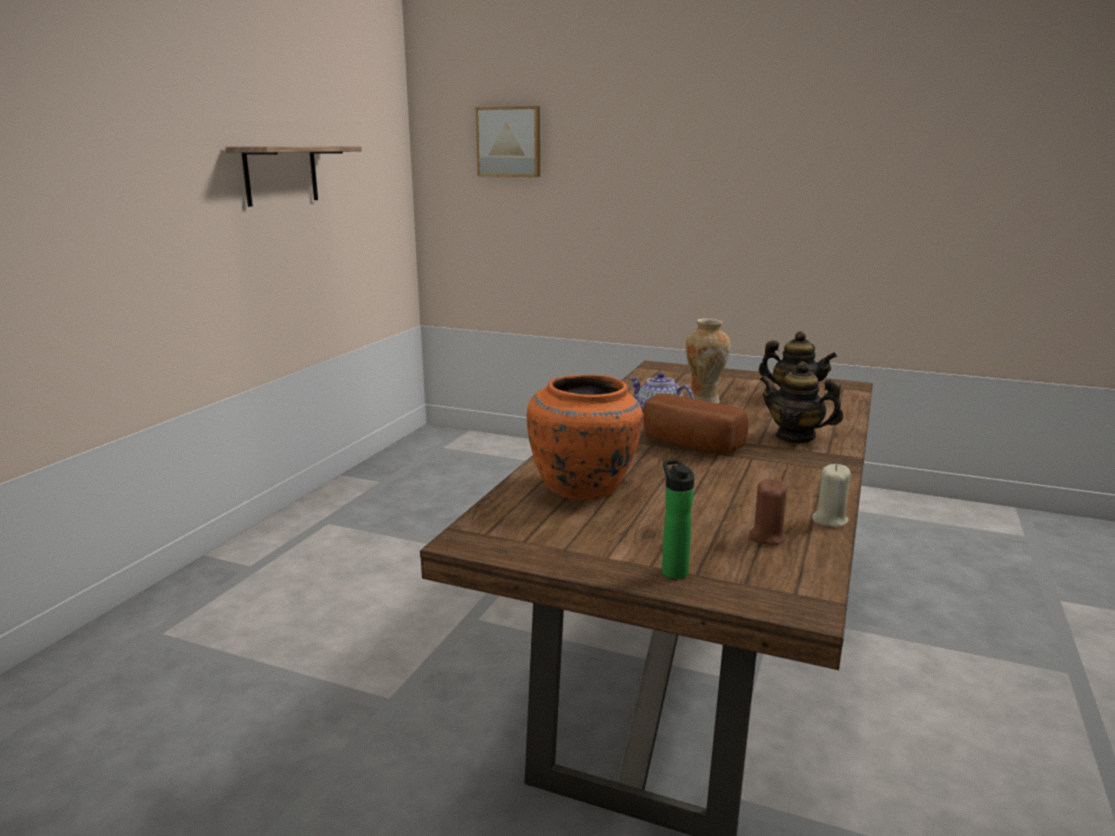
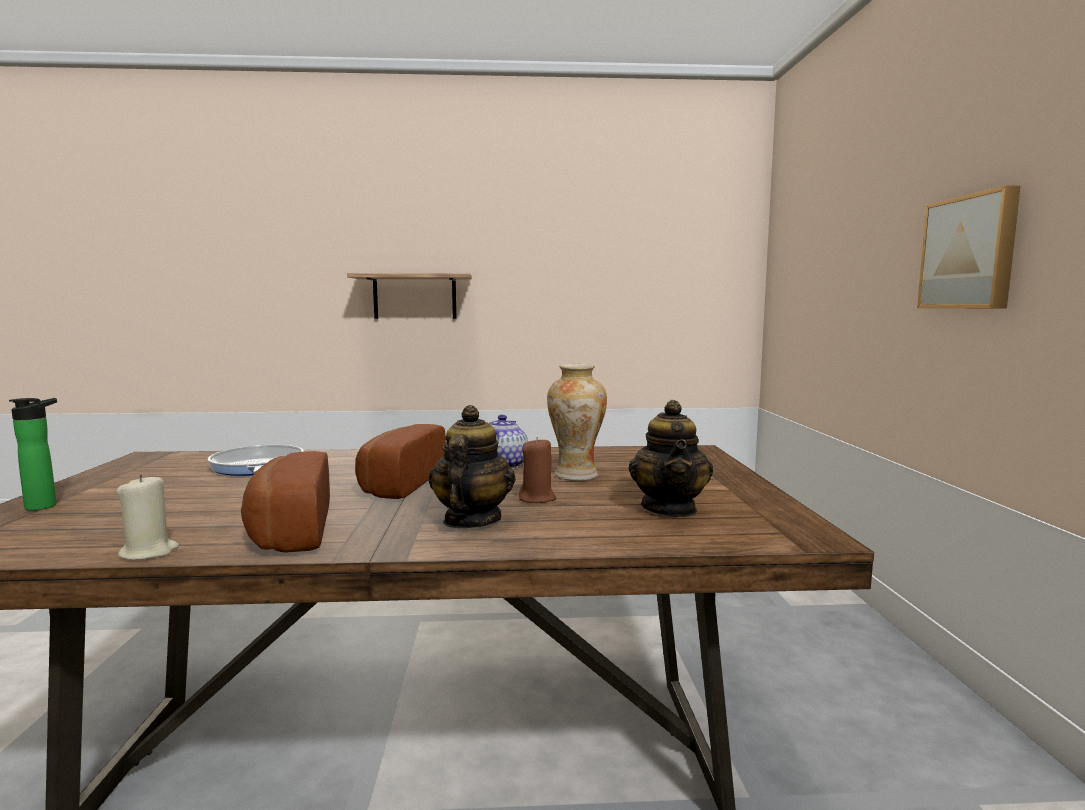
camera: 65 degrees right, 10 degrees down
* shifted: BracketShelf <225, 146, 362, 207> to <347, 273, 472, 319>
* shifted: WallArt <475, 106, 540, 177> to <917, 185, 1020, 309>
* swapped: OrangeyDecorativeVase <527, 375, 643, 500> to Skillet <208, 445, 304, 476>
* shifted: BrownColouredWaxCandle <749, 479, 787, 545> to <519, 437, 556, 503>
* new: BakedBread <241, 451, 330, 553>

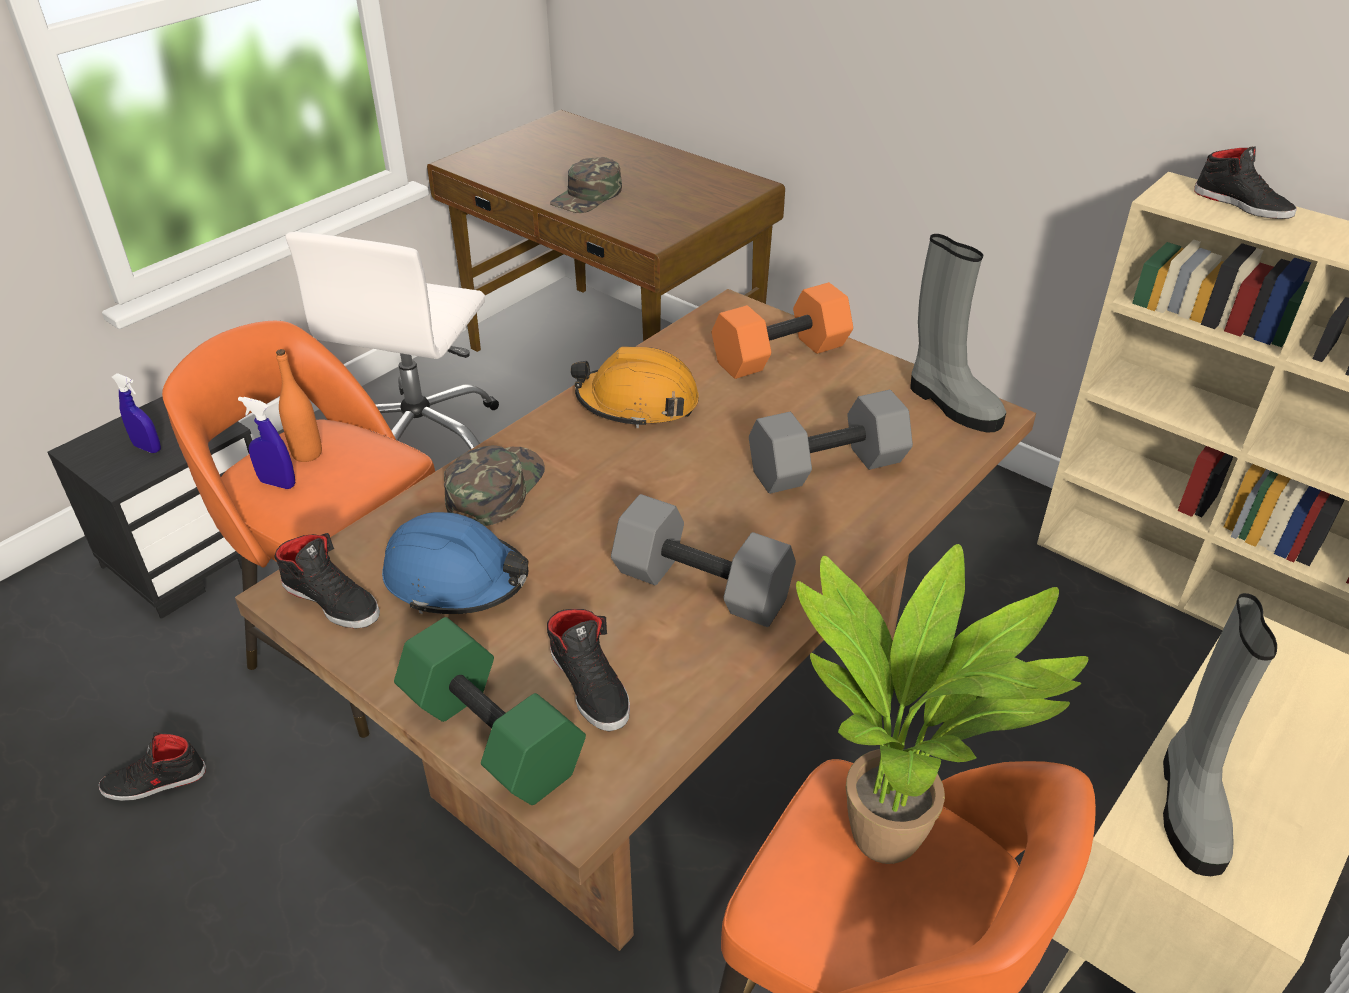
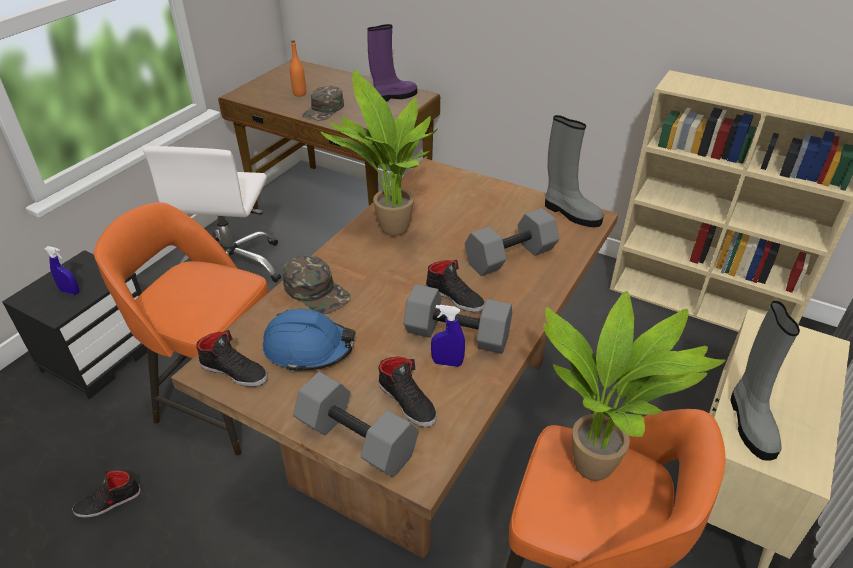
camera: 10 degrees left, 0 degrees up
* shifted: BluishSprayer <238, 397, 295, 489> to <431, 305, 465, 367>
* shifted: OrangeyDrinkBottle <276, 349, 322, 462> to <290, 40, 306, 96>
* repainted: GreenColouredHandWeight <394, 617, 586, 805> to GreyHandWeight <293, 372, 419, 477>
* rotated: GreenColouredCap <444, 445, 545, 526> = <283, 255, 351, 314> 120 degrees clockwise
* swapped: OrangeyHardHat <571, 346, 699, 428> to PottedPlant <320, 70, 438, 236>
* gone: OrangeyHandWeight <712, 282, 853, 379>
* shifted: BlackishItemOfFootwear <1194, 146, 1297, 219> to <426, 260, 485, 312>
* new: PurplishBoot <367, 24, 417, 102>

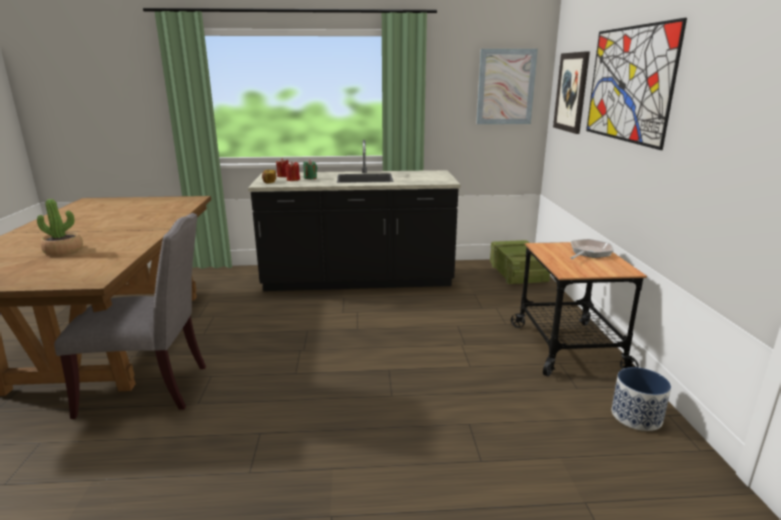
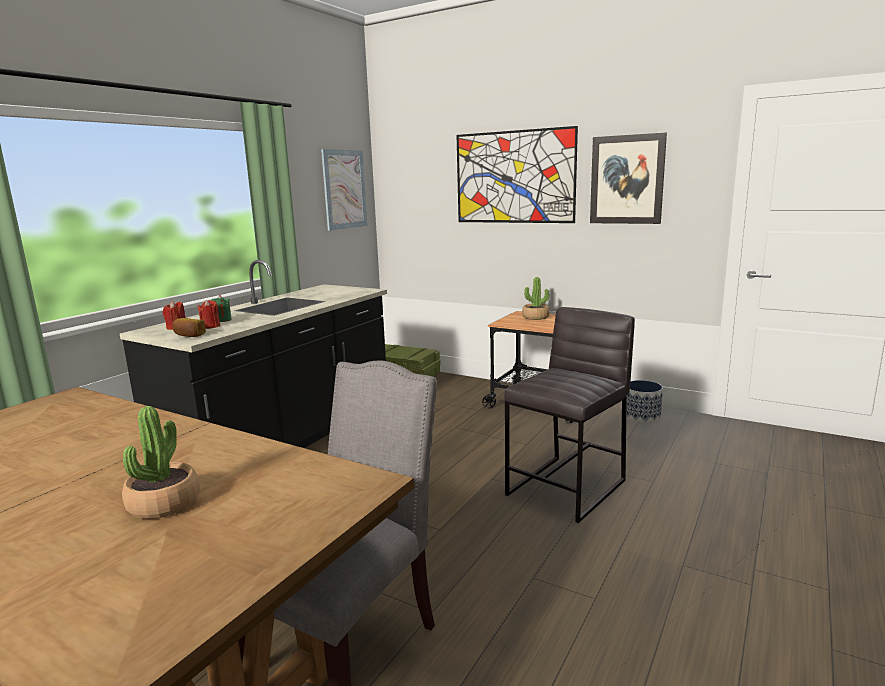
camera: 55 degrees left, 5 degrees down
* shifted: WallArt <553, 51, 590, 134> to <590, 133, 667, 224>
* swapped: Skillet <571, 239, 614, 259> to PottedPlant <522, 277, 550, 320>
* new: GreyStool <504, 307, 635, 523>

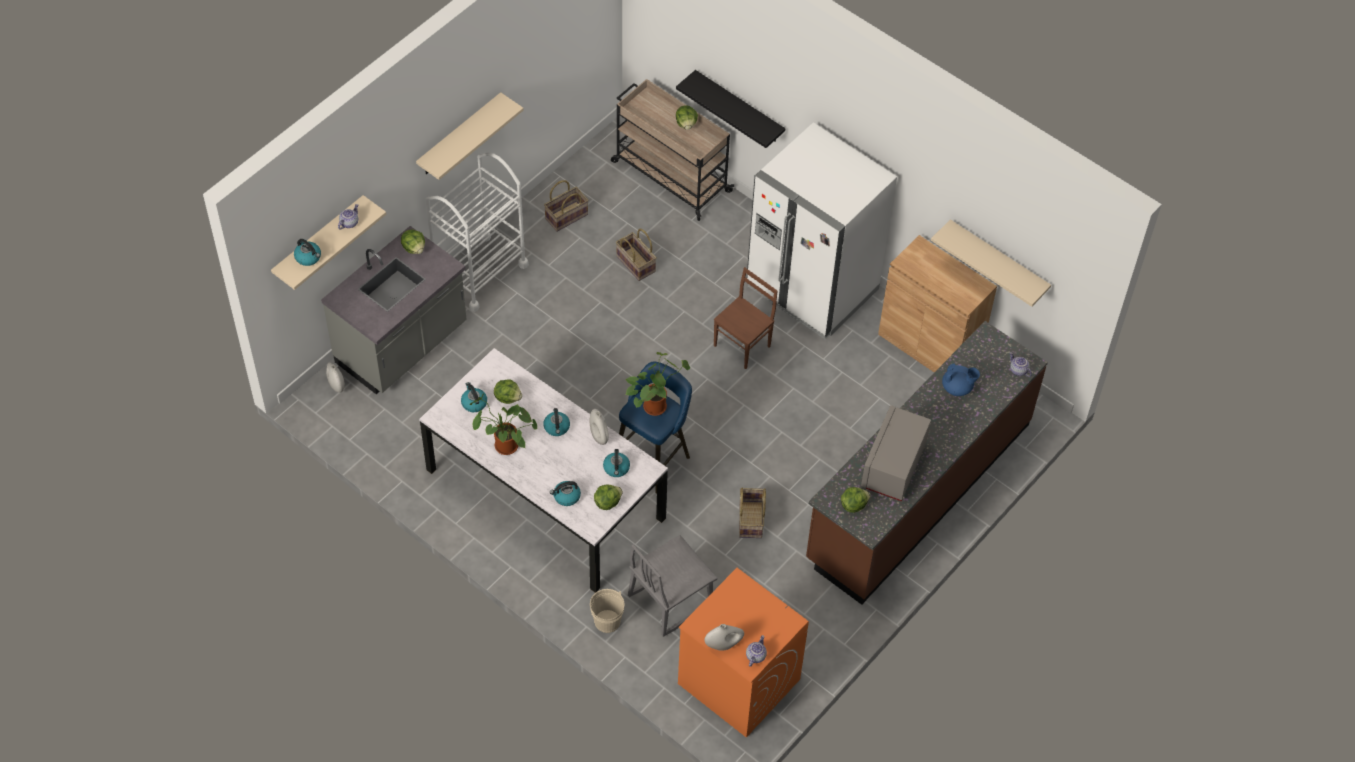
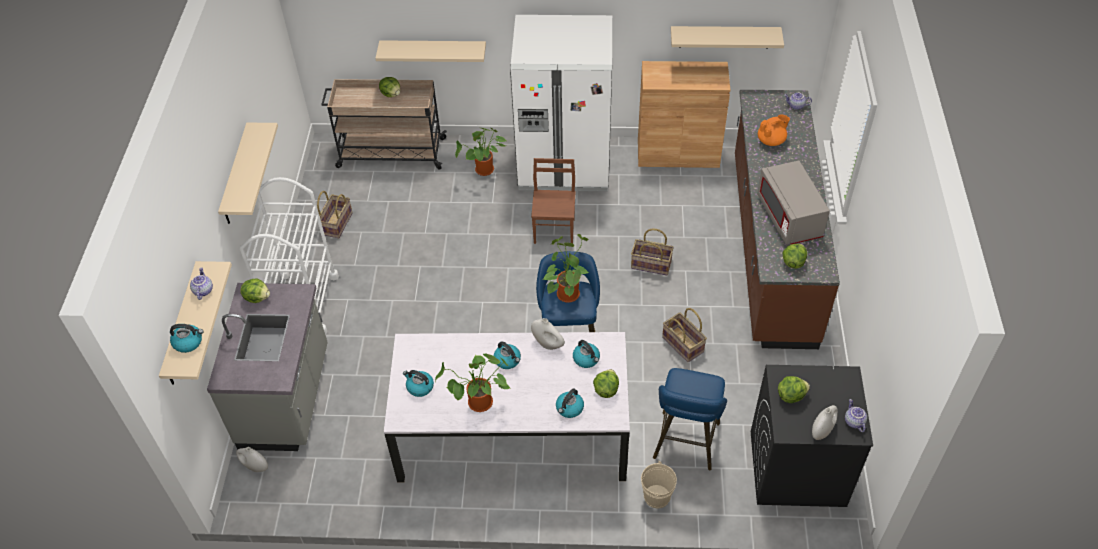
camera: 35 degrees left, 5 degrees down
* shifted: LettuceHead <494, 379, 522, 404> to <778, 376, 810, 403>
* shifted: Basket <616, 229, 657, 281> to <631, 228, 674, 276>
* swapped: GreyPlainChair <628, 535, 718, 637> to BluishStool <653, 368, 727, 470>
* repainted: BlackishBracketShelf <676, 70, 785, 148> to SandColouredBracketShelf <375, 40, 486, 62>
* repainted: OrangeyLaundryAppliance <678, 568, 809, 737> to BlackishLaundryAppliance <751, 365, 873, 507>
* repainted: BluishTeapot <942, 363, 980, 396> to OrangeyTeapot <758, 114, 790, 146>
* new: PottedPlant <455, 128, 506, 176>

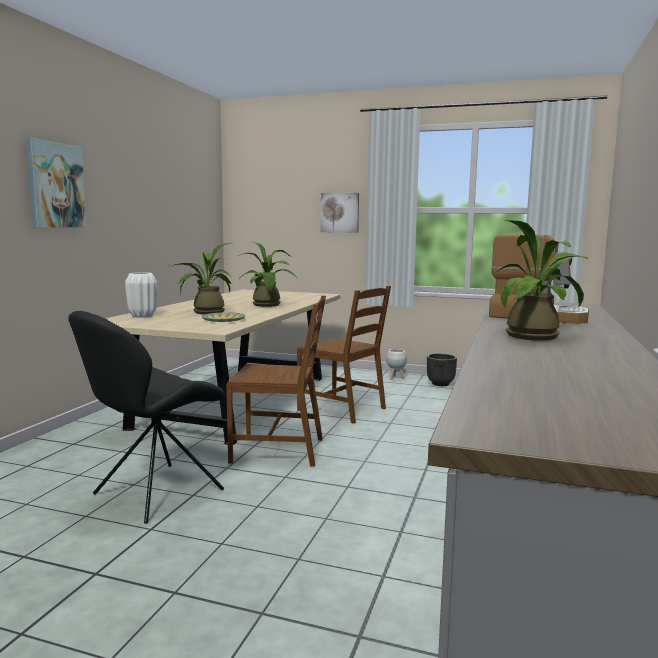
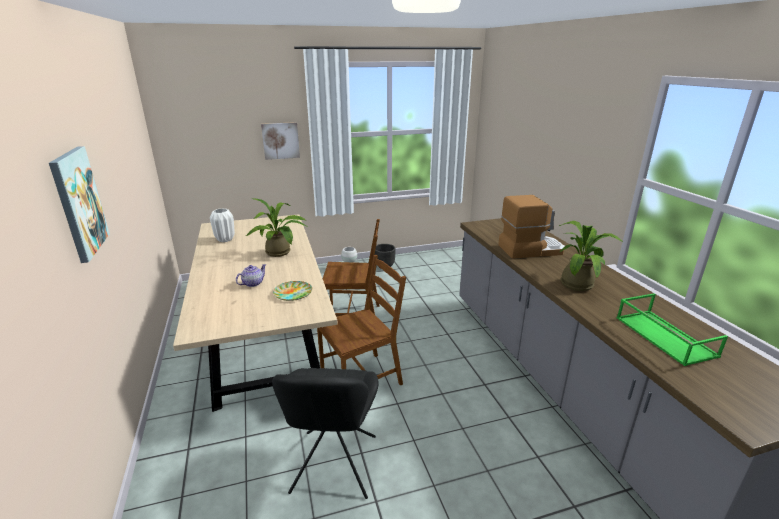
camera: 35 degrees left, 15 degrees up
* shifted: WhitishDecorativeVase <125, 272, 157, 318> to <210, 208, 235, 242>
* swapped: PottedPlant <167, 243, 232, 314> to Teapot <236, 264, 266, 287>
* new: GreenColouredCarryingTray <617, 293, 728, 366>

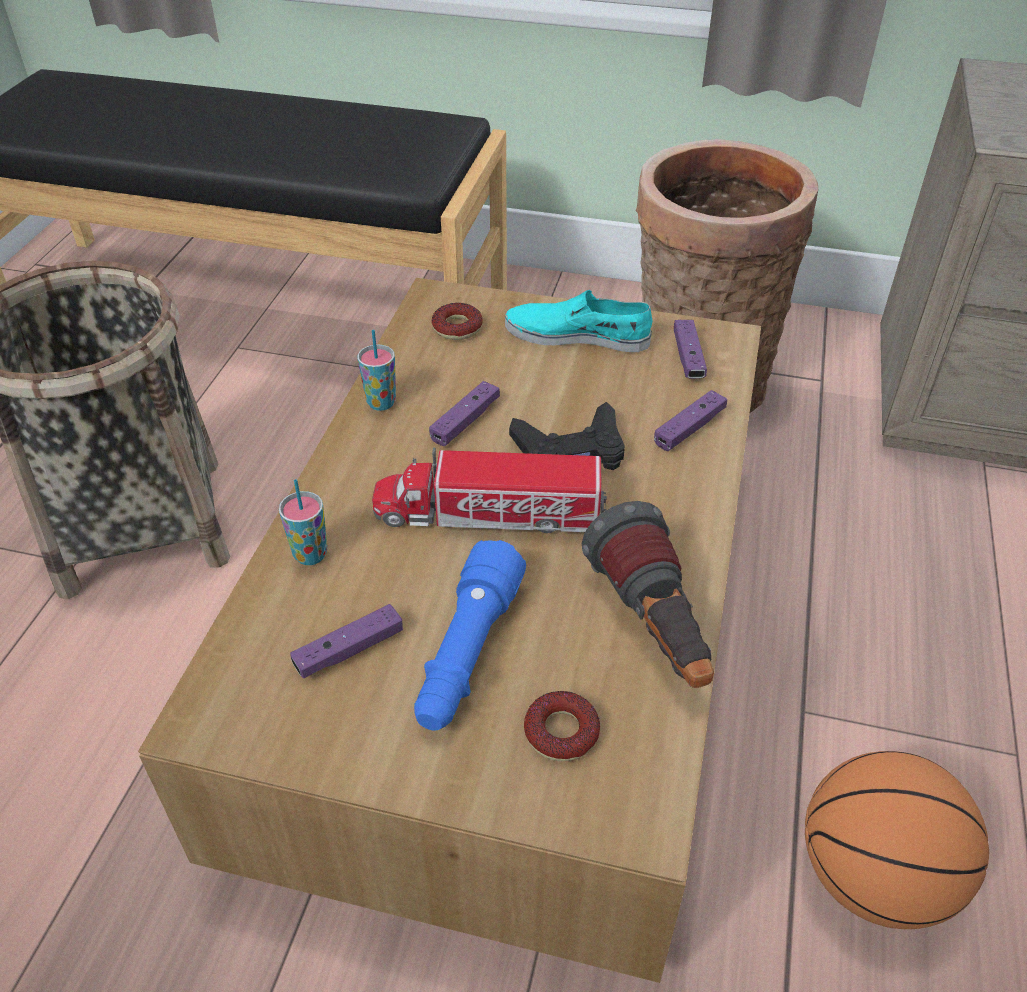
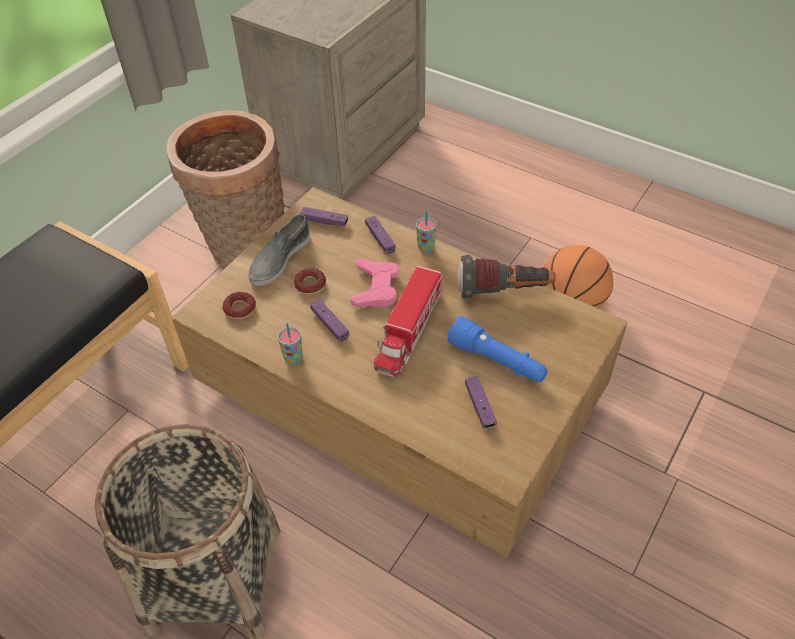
camera: 70 degrees left, 5 degrees up
* shifted: DrinkingCup <279, 479, 328, 565> to <416, 211, 437, 253>
* repainted: BlueGreenItemOfFootwear <505, 290, 652, 352> to GreyItemOfFootwear <248, 214, 310, 286>
* repainted: BlackishJoypad <509, 402, 625, 470> to PinkColouredJoypad <350, 259, 399, 307>
* shifted: RingDoughnut <524, 691, 600, 761> to <294, 268, 326, 295>

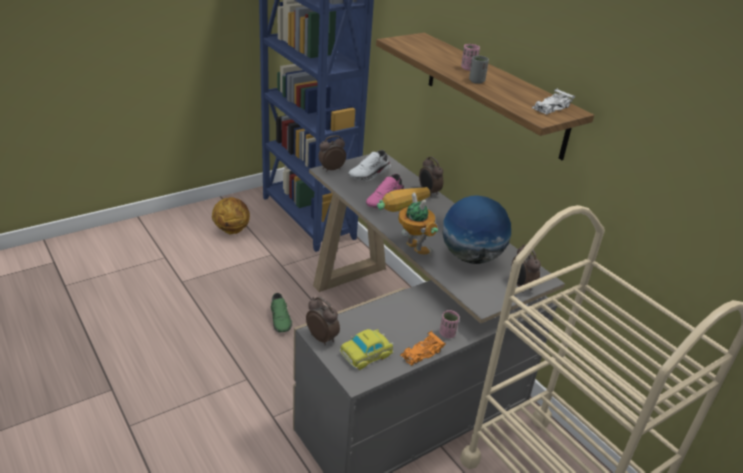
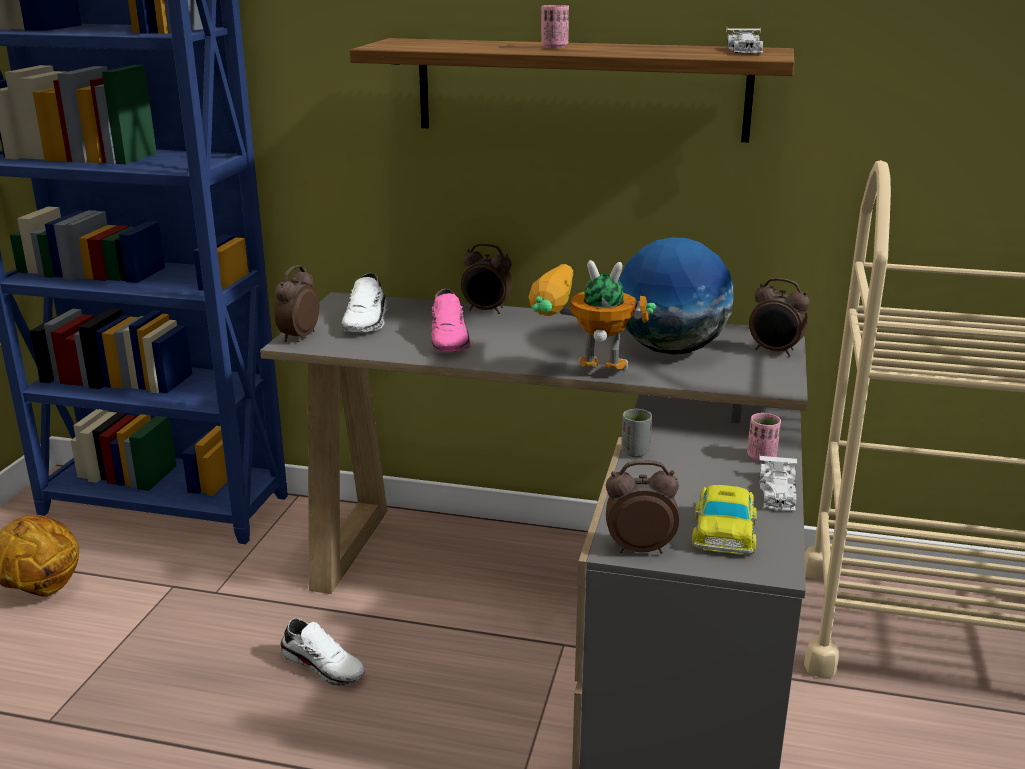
camera: 40 degrees left, 10 degrees down
* repainted: GreenColouredItemOfFootwear <271, 293, 292, 332> to WhitishItemOfFootwear <280, 619, 365, 686>
* repainted: OrangeyModelCar <400, 331, 446, 366> to WhitishModelCar <759, 454, 798, 511>
* shifted: GreyDrinkingCup <469, 56, 489, 84> to <621, 409, 652, 457>

